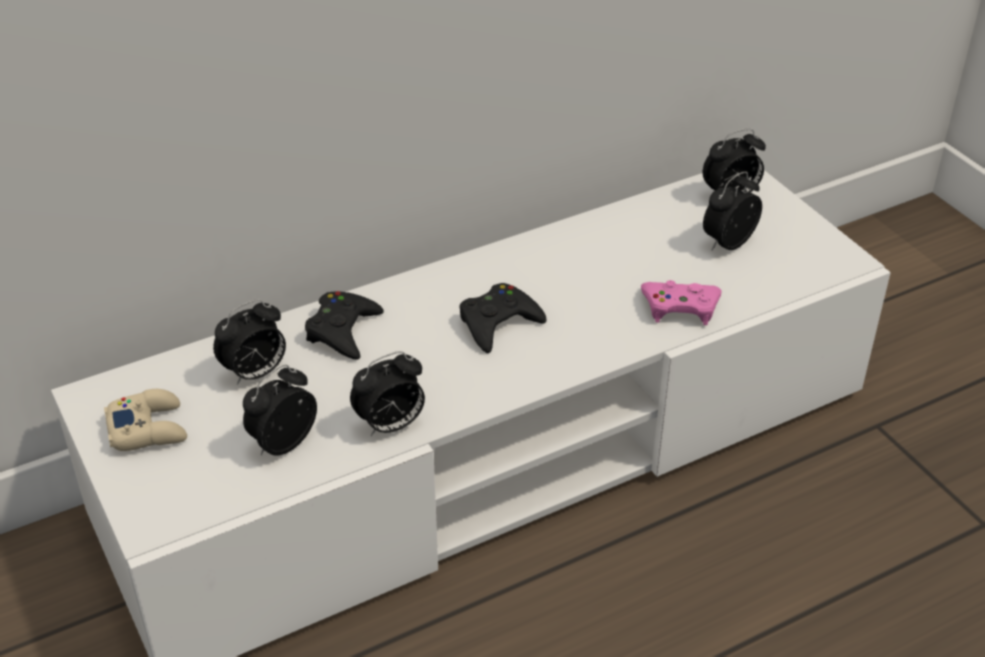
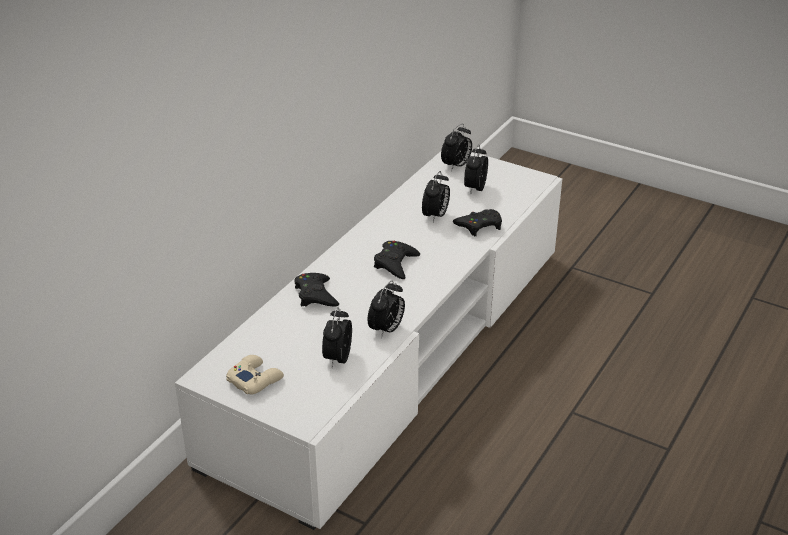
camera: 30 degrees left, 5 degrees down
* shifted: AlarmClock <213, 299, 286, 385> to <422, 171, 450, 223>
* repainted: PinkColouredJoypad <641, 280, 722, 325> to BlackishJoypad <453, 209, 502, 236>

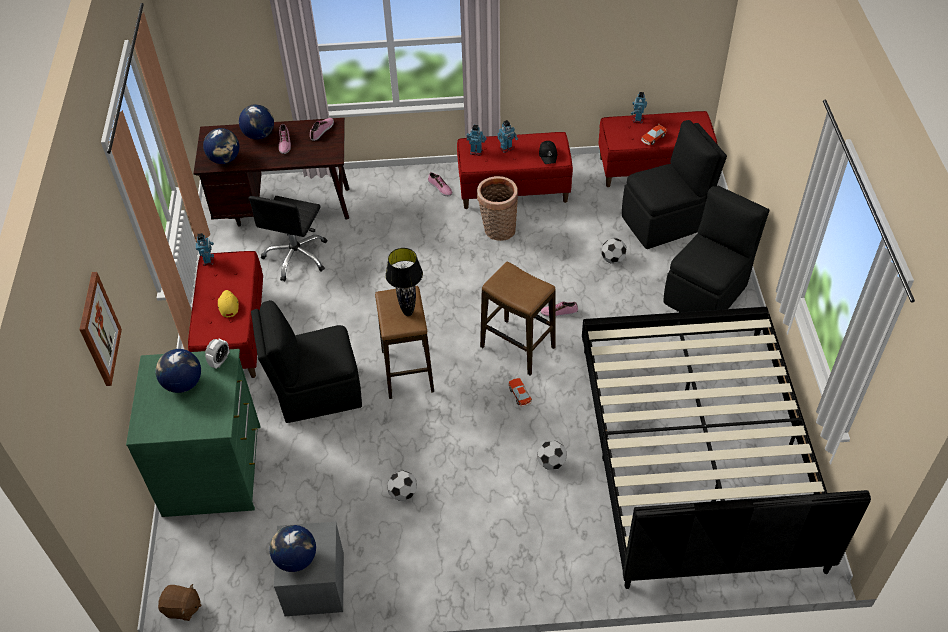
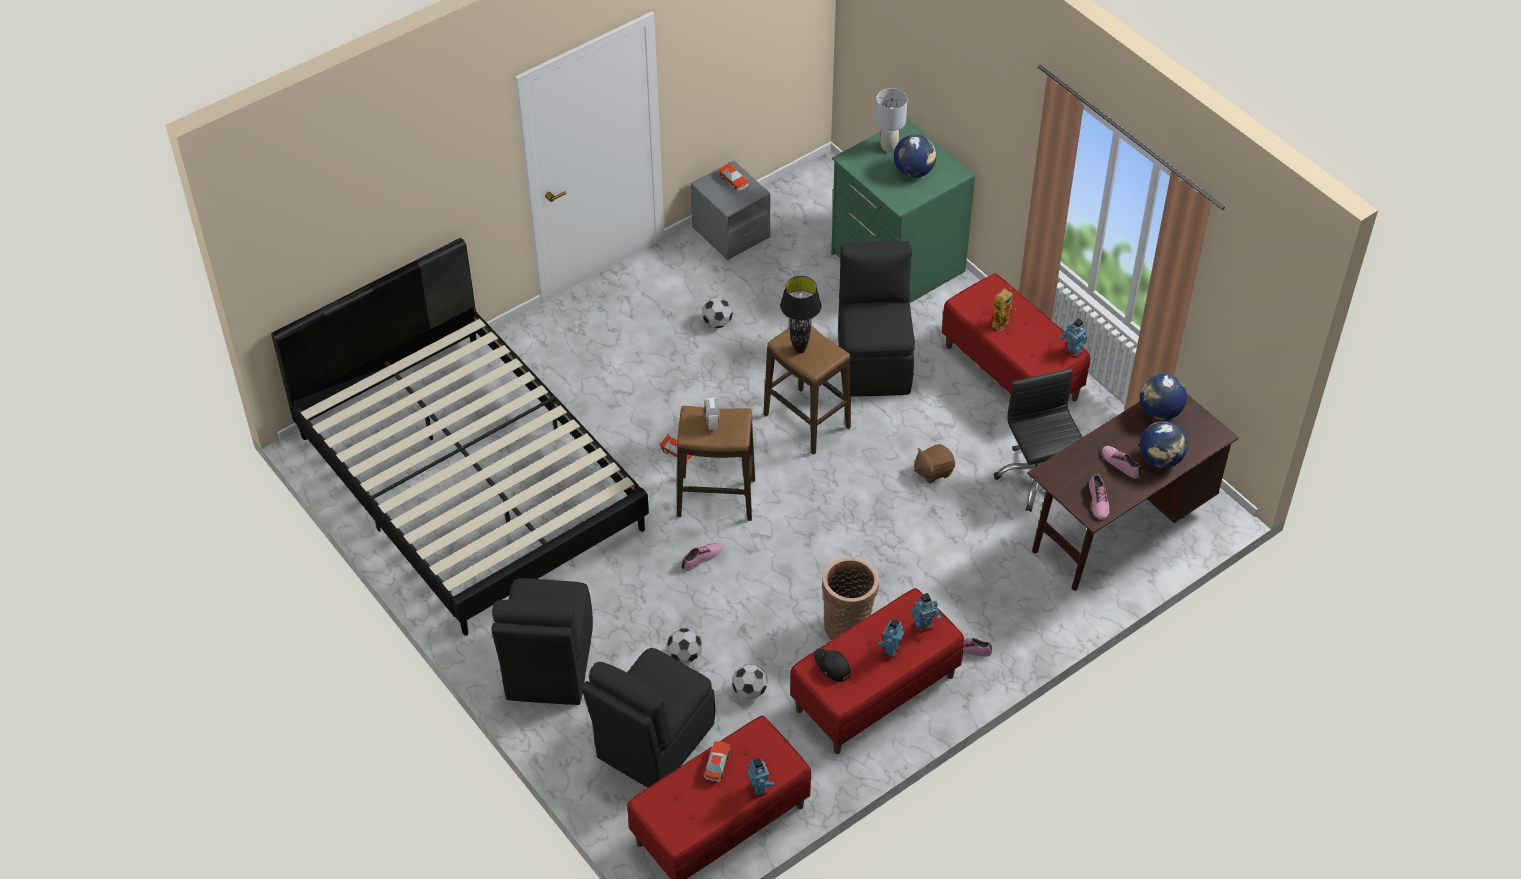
camera: 145 degrees right, 0 degrees up
* gone: WallArt <79, 272, 122, 386>
* shifted: BrownColouredCuddlyToy <158, 584, 202, 621> to <914, 444, 955, 484>
* shifted: AlarmClock <205, 339, 230, 369> to <705, 398, 720, 430>
* swapped: YellowColouredCap <218, 290, 239, 317> to RobotFigure <992, 287, 1016, 332>
* rotated: BlackishPlainChair <251, 300, 362, 423> = <838, 241, 915, 397> 45 degrees counterclockwise
* swapped: Globe <270, 525, 316, 572> to ModelCar <718, 162, 749, 191>
* shifted: Football <537, 441, 567, 470> to <732, 664, 768, 699>
* new: GreyLampForATable <875, 88, 908, 152>

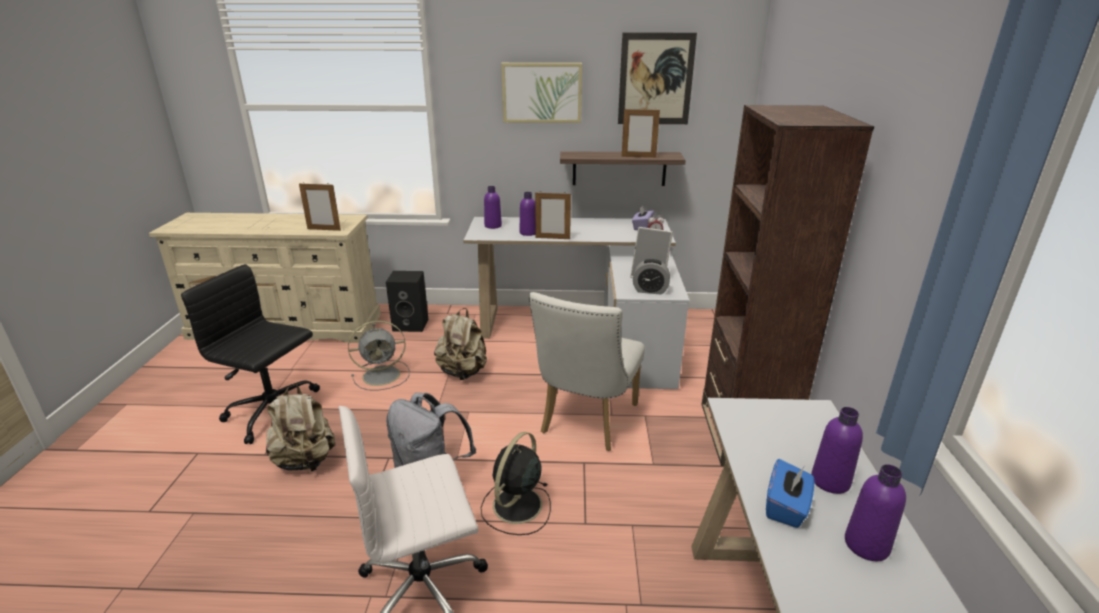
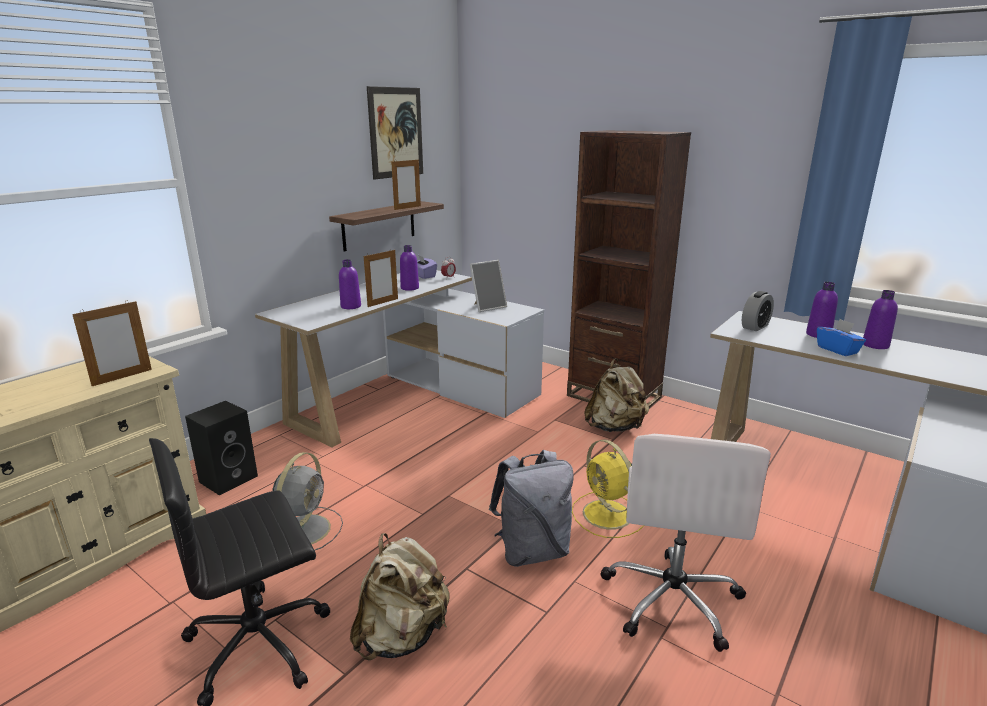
camera: 55 degrees left, 5 degrees down
* shifted: SandColouredKnapsack <434, 308, 487, 380> to <584, 358, 649, 432>
* repainted: BlackishCoolingFan <481, 432, 551, 535> to YellowColouredCoolingFan <572, 439, 644, 538>
* shifted: PurplishDrinkBottle <484, 186, 502, 229> to <400, 245, 419, 291>
* gone: WallArt <501, 63, 582, 123>
* gone: WhitishPlainChair <529, 292, 645, 451>
* shifted: AlarmClock <633, 259, 670, 295> to <742, 291, 774, 331>

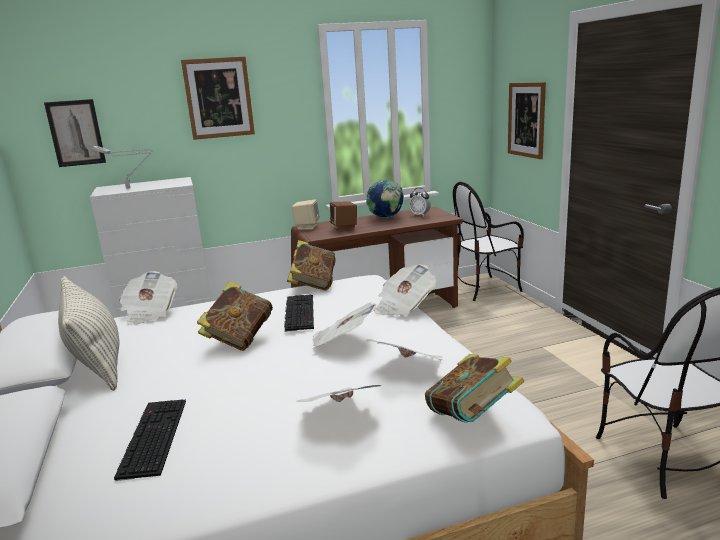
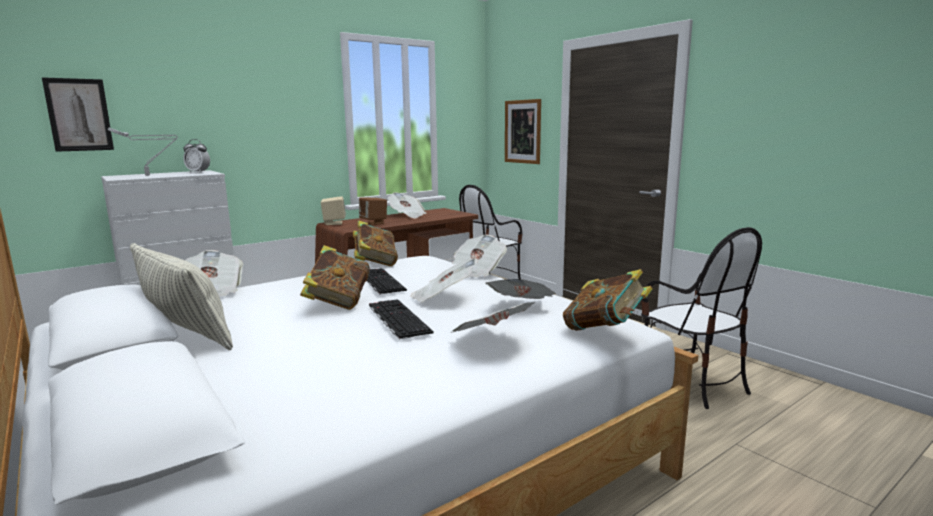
camera: 20 degrees left, 5 degrees down
* shifted: ComputerKeyboard <114, 400, 186, 481> to <369, 299, 434, 340>
* gone: WallArt <181, 56, 255, 140>
* swapped: Globe <366, 180, 404, 218> to DailyPaper <388, 192, 426, 218>
* shifted: AlarmClock <409, 188, 431, 217> to <183, 139, 210, 173>

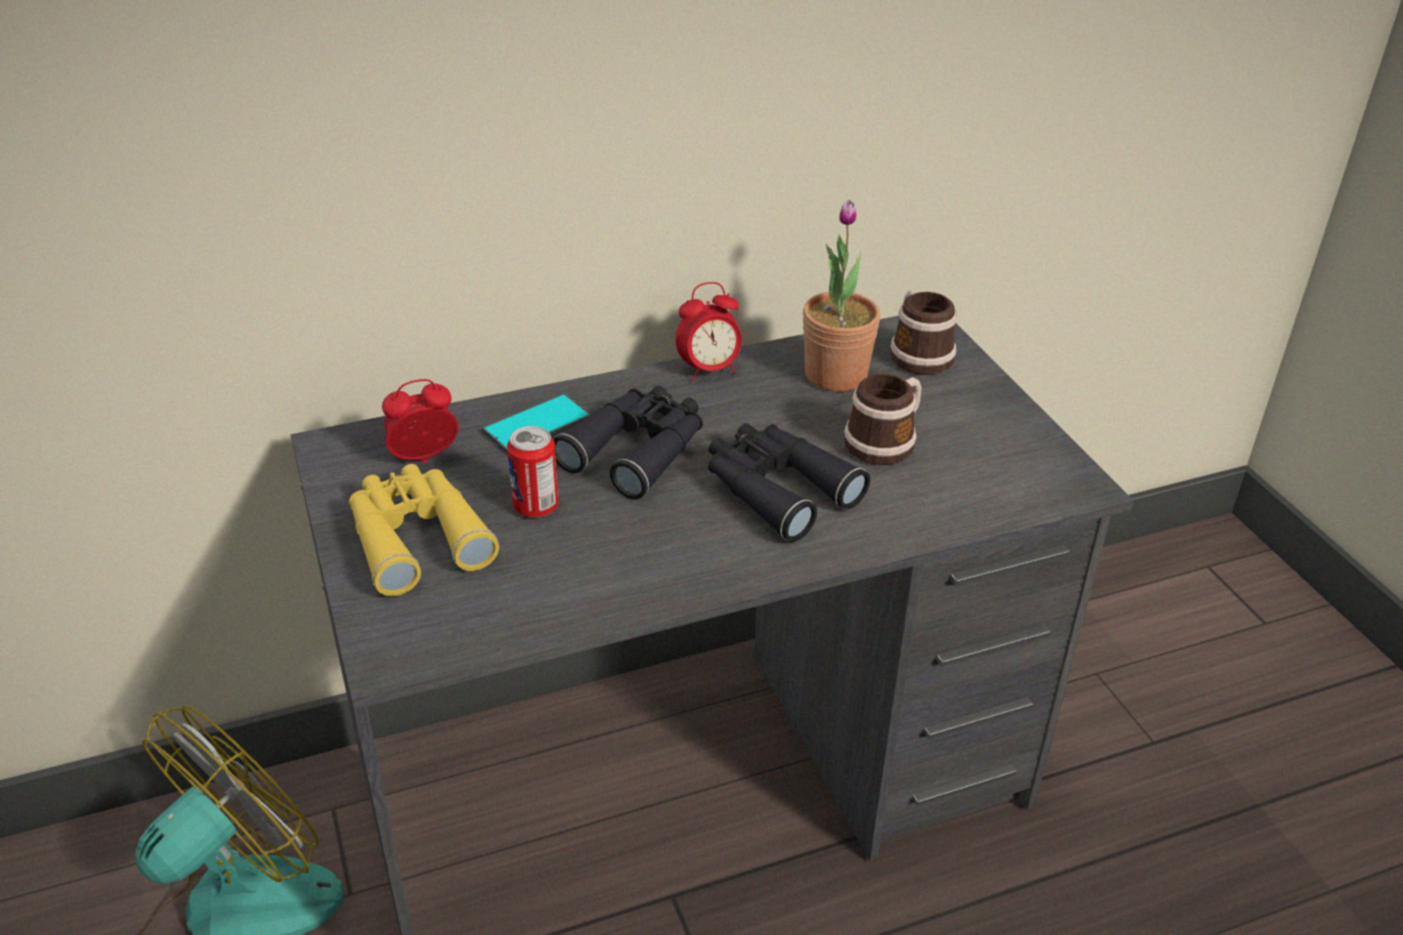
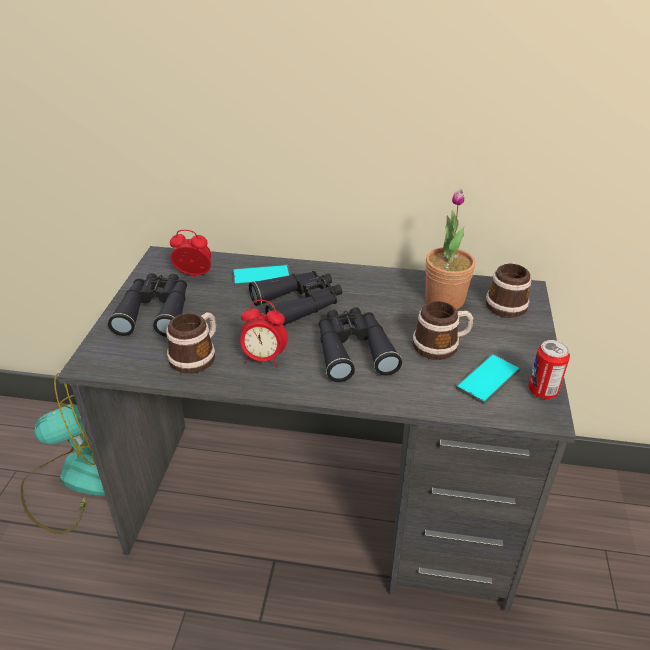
camera: 30 degrees right, 0 degrees up
* repainted: YellowColouredBinoculars <349, 464, 499, 596> to BlackishBinoculars <108, 273, 187, 337>
* shifted: MetalCan <507, 426, 559, 517> to <528, 340, 570, 399>
* shifted: AlarmClock <676, 282, 742, 381> to <240, 300, 287, 367>
* new: Mug <166, 312, 216, 374>
* new: Telephone <456, 353, 521, 404>

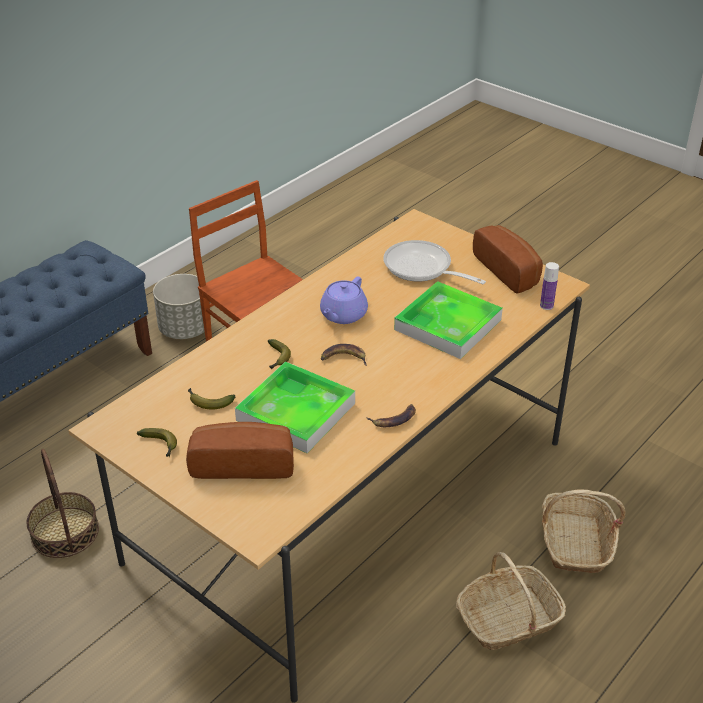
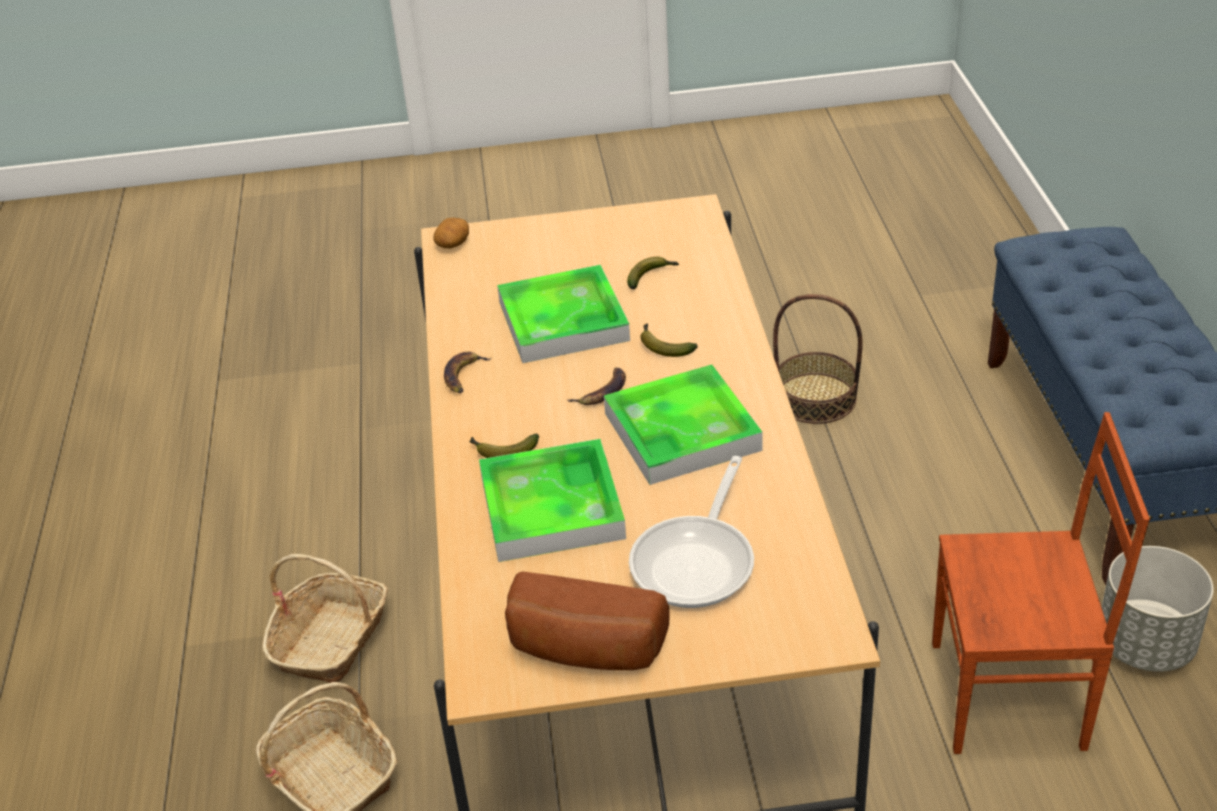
camera: 135 degrees right, 0 degrees up
* shifted: Banana <137, 428, 177, 457> to <469, 433, 539, 458>
* gone: BakedBread <186, 422, 294, 479>
* swapped: PurplishTeapot <320, 277, 368, 324> to CarryingTray <604, 365, 763, 485>
* rotated: Skillet <383, 240, 486, 284> = <629, 456, 754, 608> 120 degrees clockwise
* gone: DrinkBottle <540, 262, 559, 310>
* new: Potato <433, 218, 469, 248>

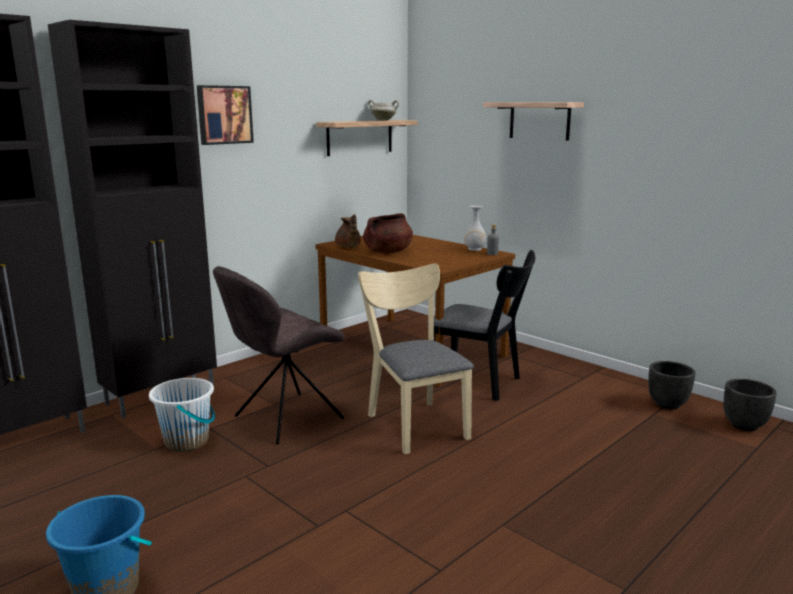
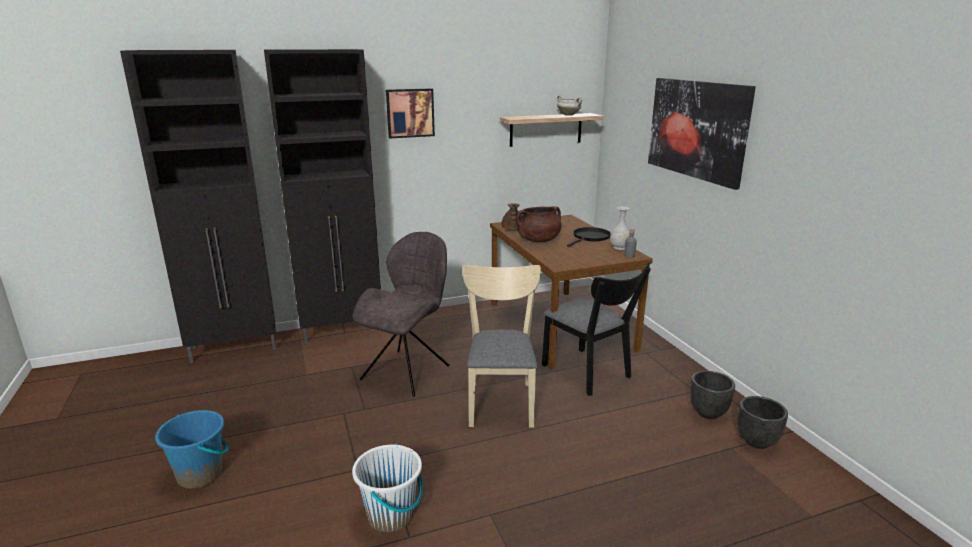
camera: 25 degrees right, 5 degrees up
* shifted: WhitishBucket <149, 378, 215, 452> to <352, 443, 423, 533>
* rotated: GreyPlainChair <213, 266, 345, 444> = <353, 232, 449, 397> 135 degrees clockwise
* swapped: BracketShelf <483, 102, 584, 141> to WallArt <648, 78, 756, 190>
* shifted: BlackishFlowerPot <723, 379, 777, 431> to <690, 371, 735, 419>
* new: BlackishSkillet <567, 227, 611, 247>

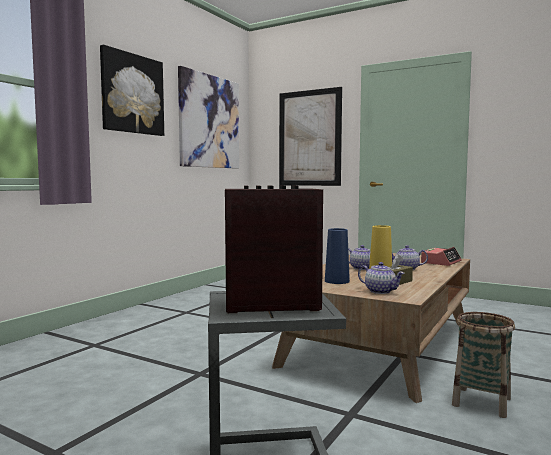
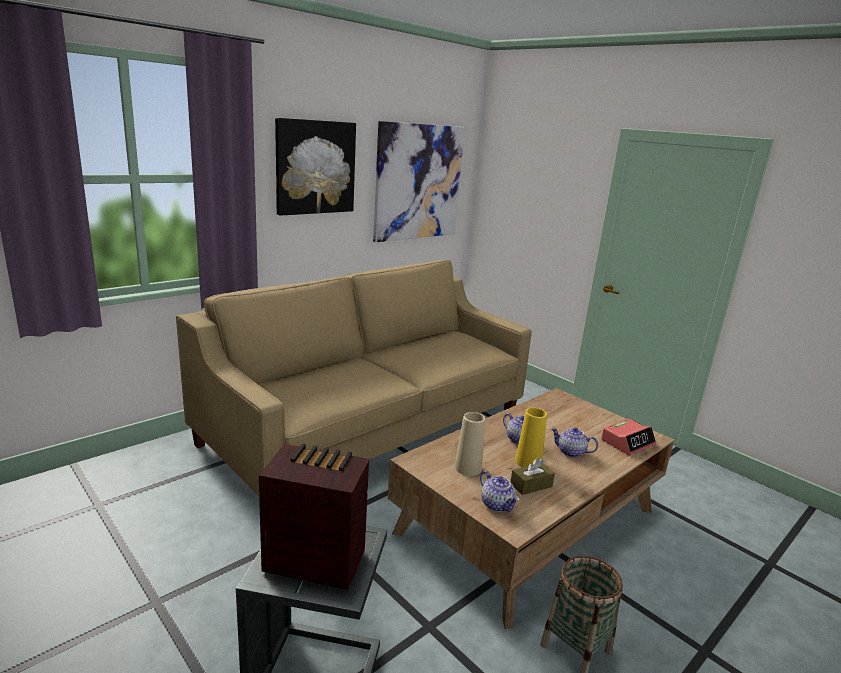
camera: 15 degrees right, 15 degrees up
* gone: WallArt <279, 87, 342, 186>
* repainted: BluishDecorativeVase <325, 228, 350, 284> to SandColouredDecorativeVase <455, 412, 485, 476>
* new: SandColouredCouch <176, 260, 532, 496>

